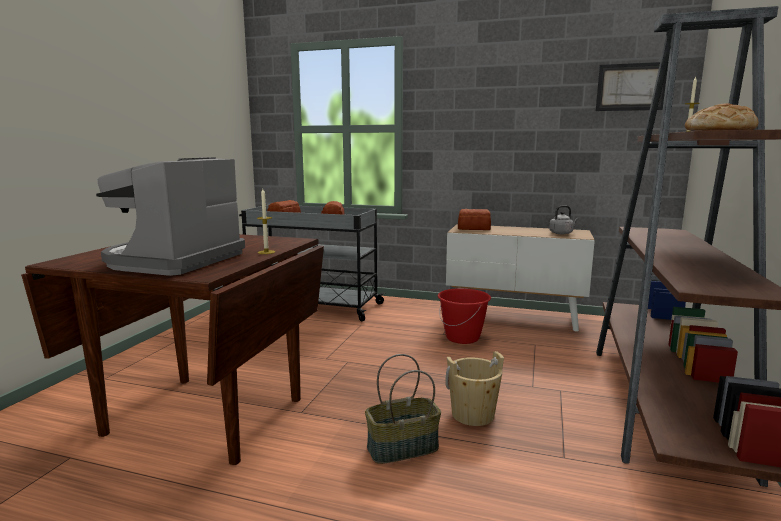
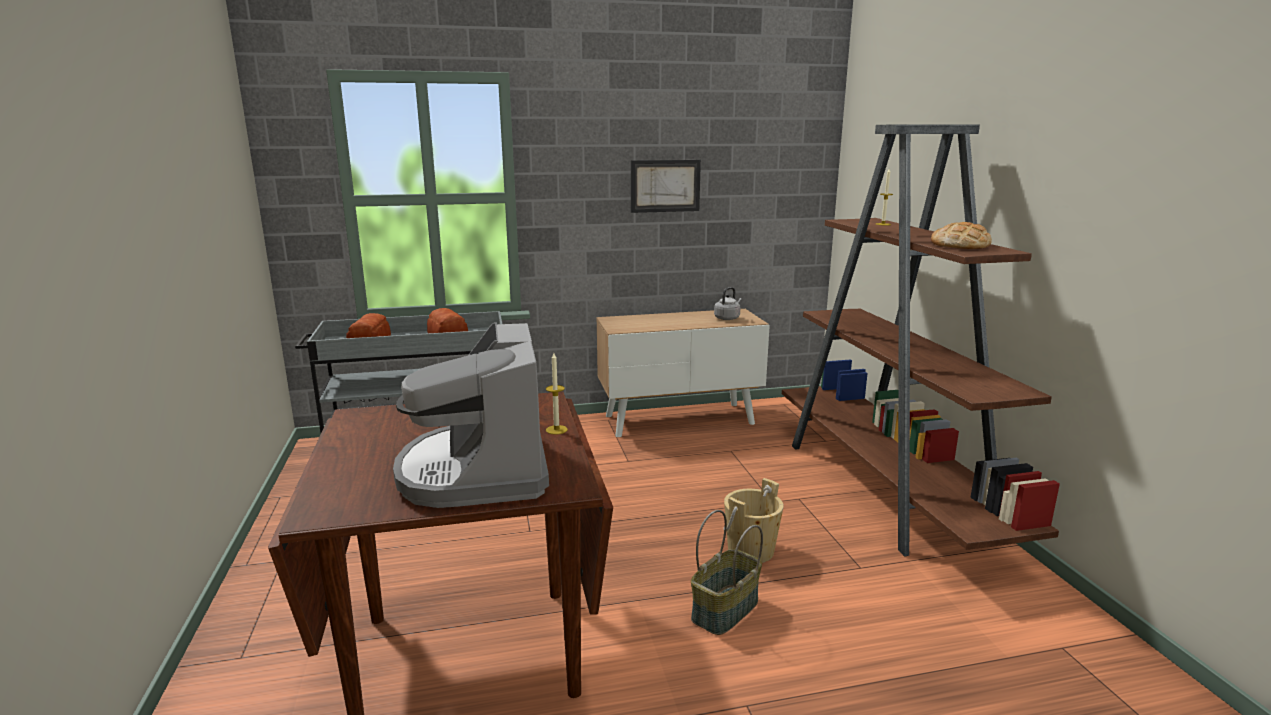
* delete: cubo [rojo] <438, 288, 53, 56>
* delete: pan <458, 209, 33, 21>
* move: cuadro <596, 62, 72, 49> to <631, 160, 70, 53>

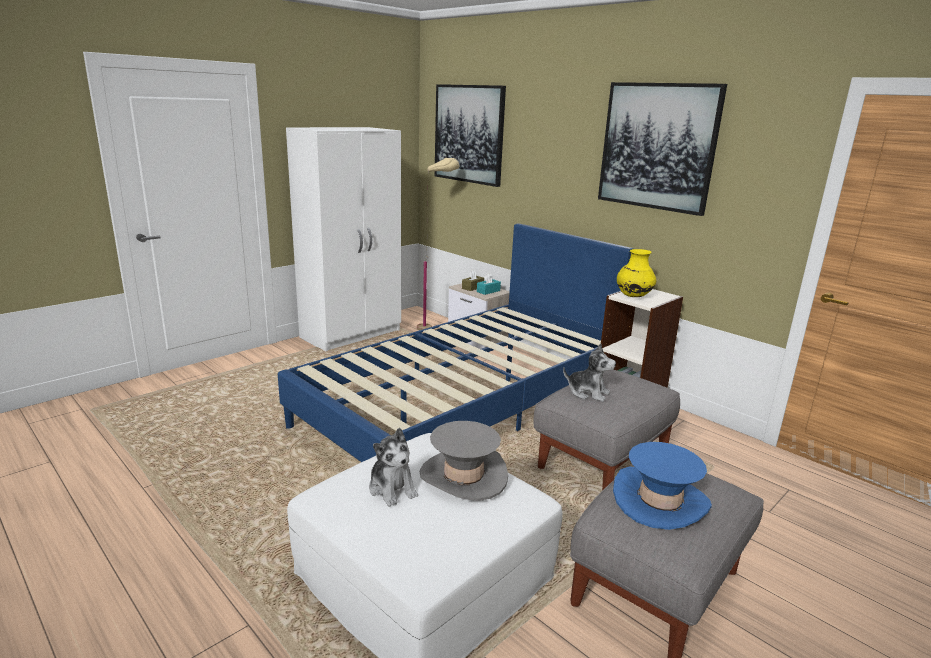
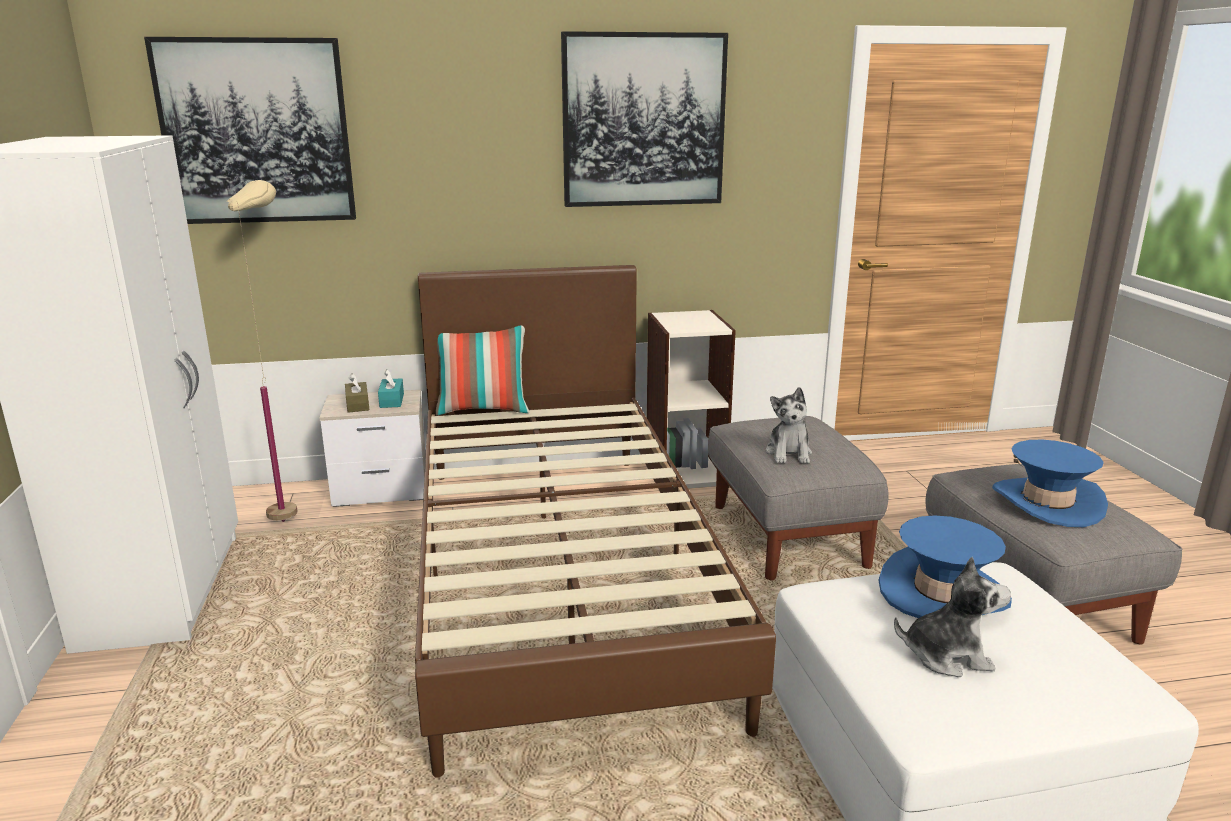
* delete: florero [amarillo] <617, 249, 39, 48>
* insert: cojín <435, 326, 94, 90>
* recolor: cama [azul] <278, 223, 355, 239> to cama [marrón] <415, 265, 361, 513>
* recolor: sombrero [gris] <420, 421, 88, 80> to sombrero [azul] <878, 515, 134, 103>
* rotate: peluche <563, 343, 53, 59> = <766, 387, 46, 77> 120 degrees clockwise

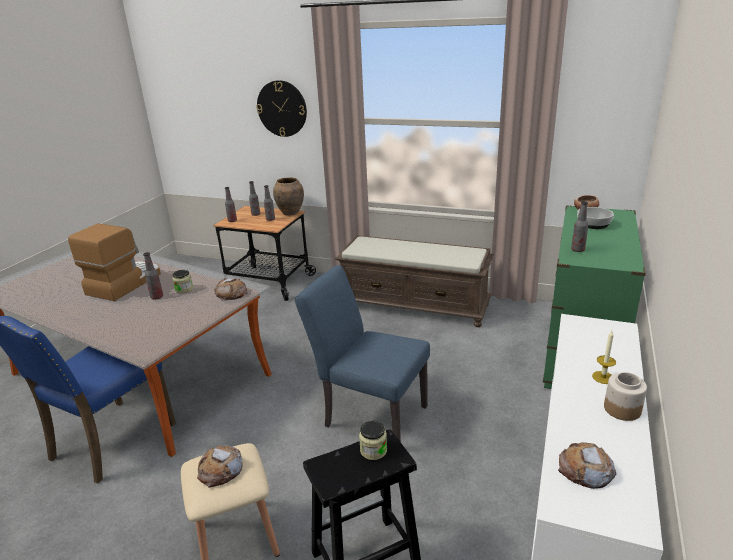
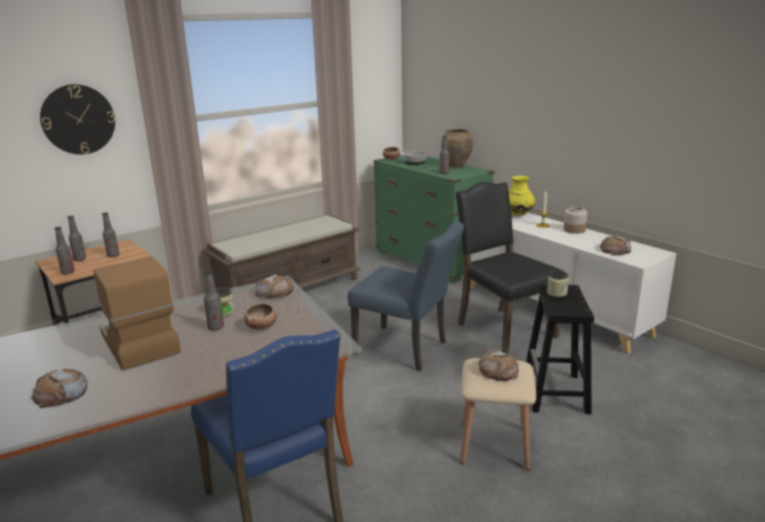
* insert: pan <31, 369, 57, 39>
* insert: cuenco <244, 303, 33, 27>
* insert: silla [negro] <455, 182, 110, 172>
* insert: florero [amarillo] <508, 176, 27, 40>
* move: florero [marrón] <273, 177, 31, 39> to <441, 129, 32, 38>
* rotate: silla [azul] <295, 265, 135, 177> = <348, 221, 116, 150> 120 degrees counterclockwise

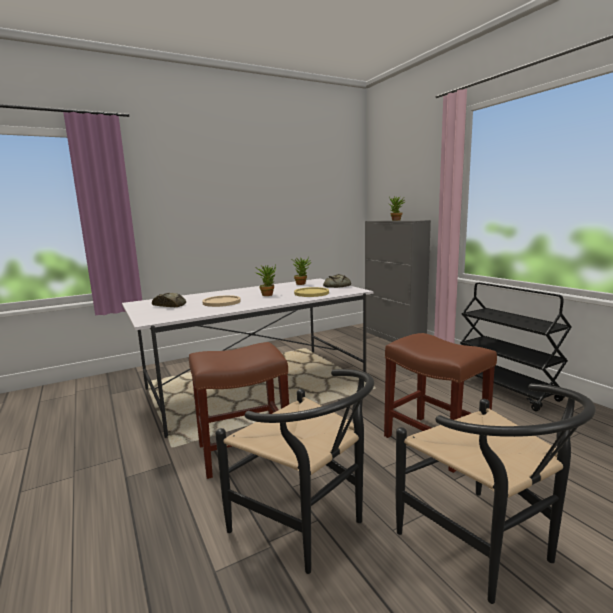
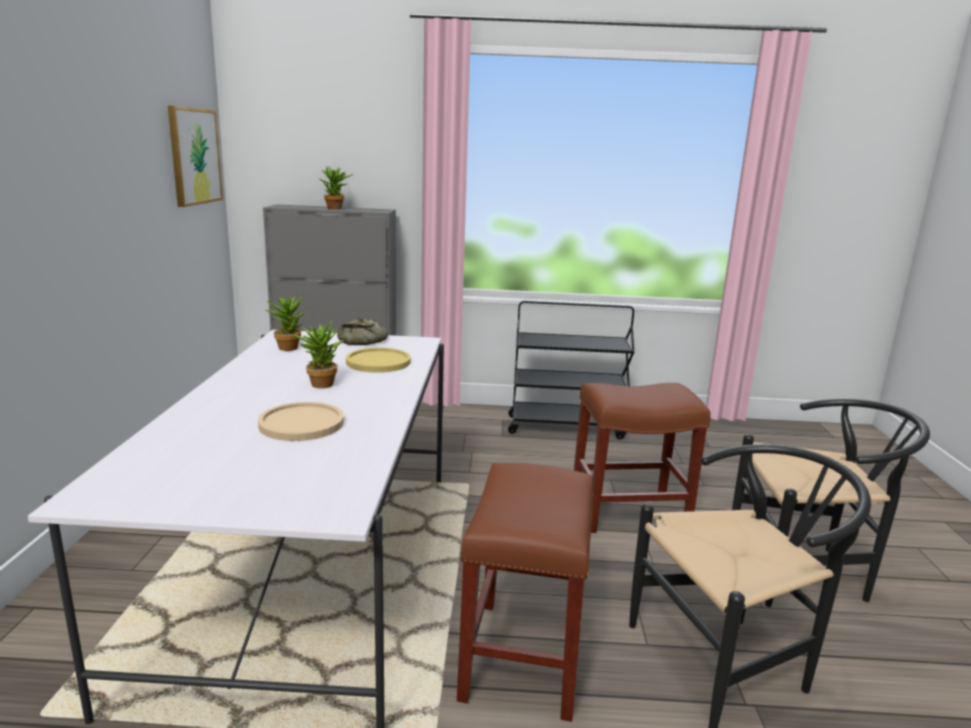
* delete: pan <152, 293, 34, 14>
* insert: cuadro <168, 105, 55, 102>

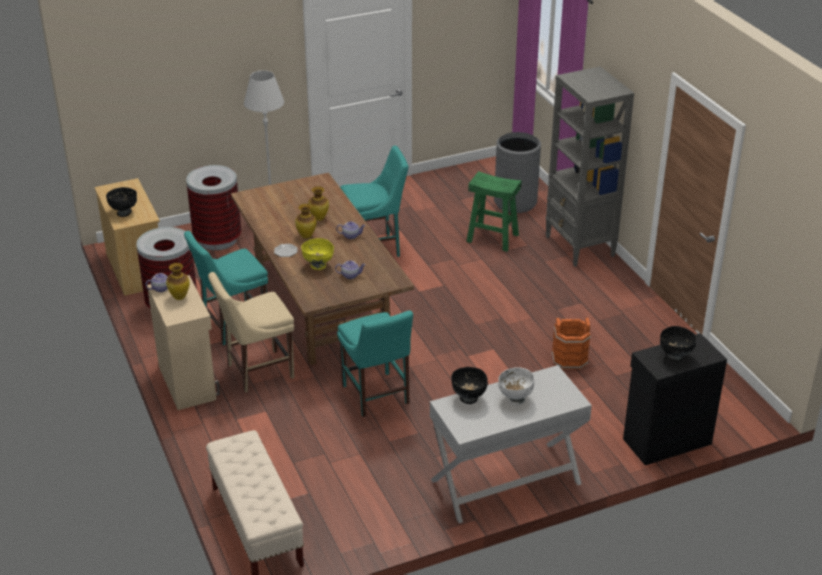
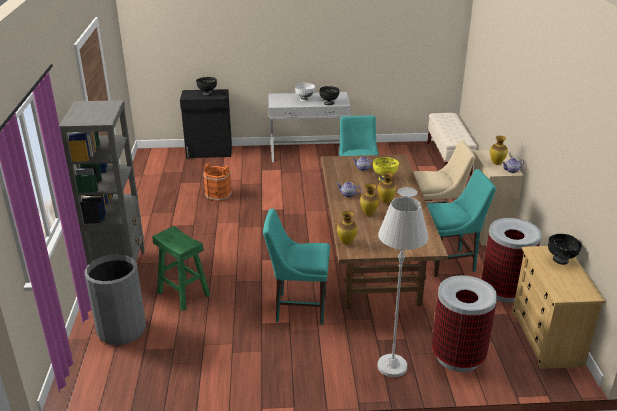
* insert: florero <337, 211, 21, 34>

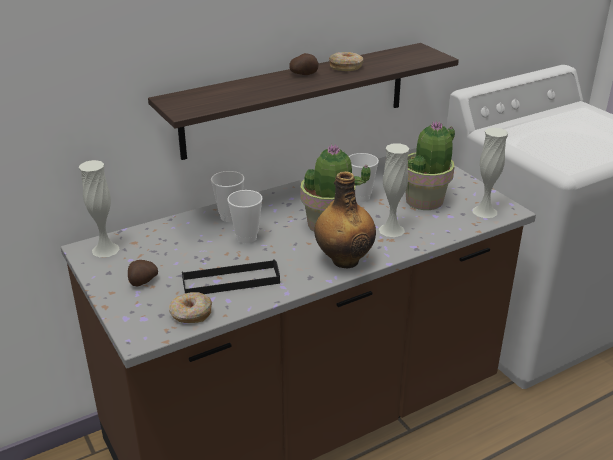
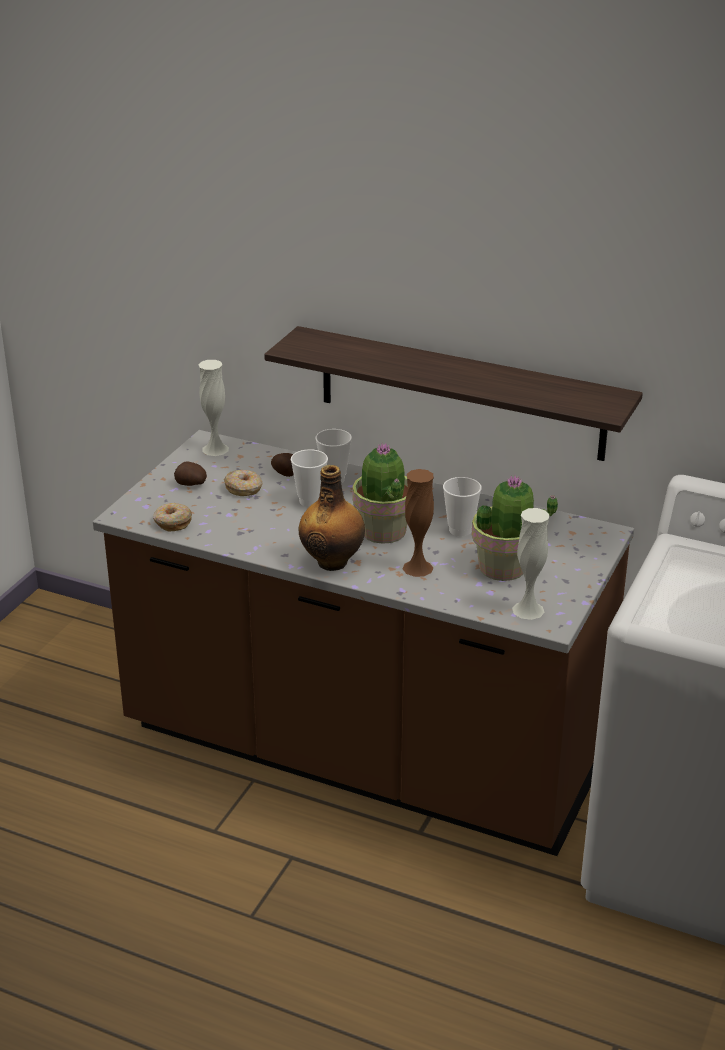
* delete: bandeja [negro] <182, 259, 98, 35>
* move: patata <289, 53, 30, 22> to <271, 453, 23, 24>
* move: rosquilla <329, 52, 34, 19> to <224, 470, 39, 26>
* recolor: florero [blanco] <379, 143, 31, 94> to florero [marrón] <403, 469, 31, 108>

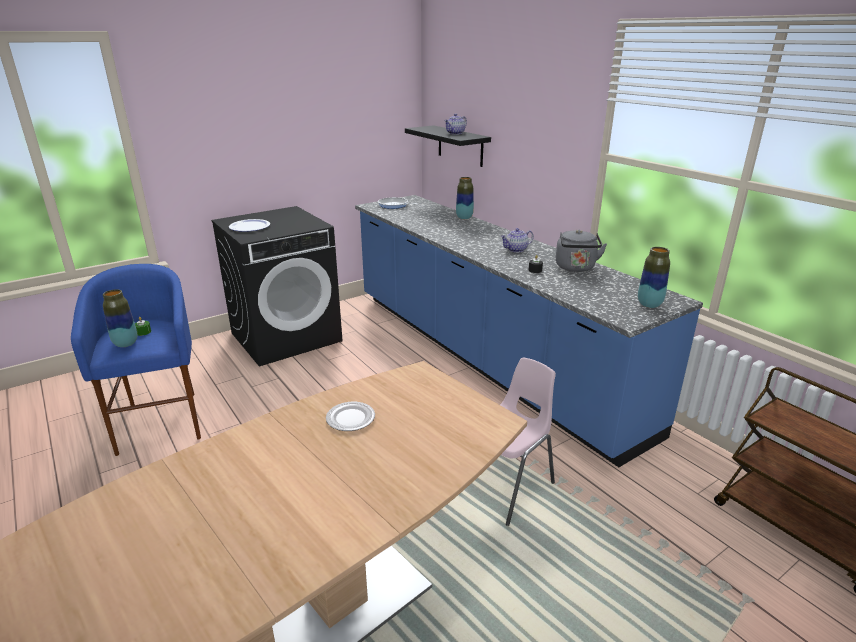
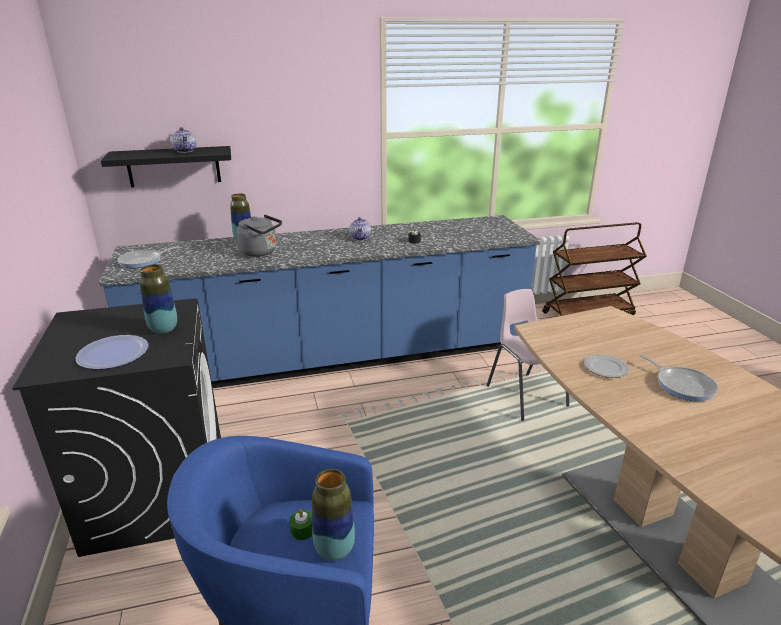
* insert: sartén <640, 355, 78, 46>
* move: hervidor [gris] <556, 230, 51, 42> to <236, 214, 46, 43>
* move: florero <638, 247, 32, 61> to <140, 264, 37, 70>

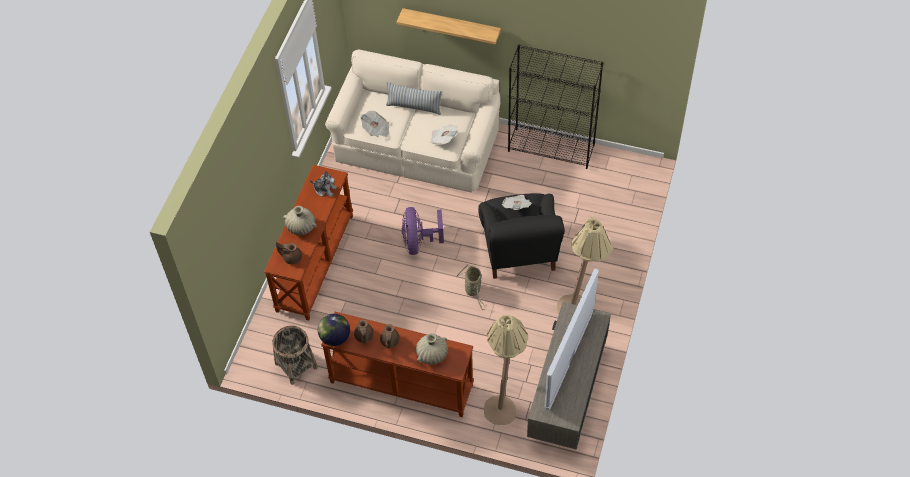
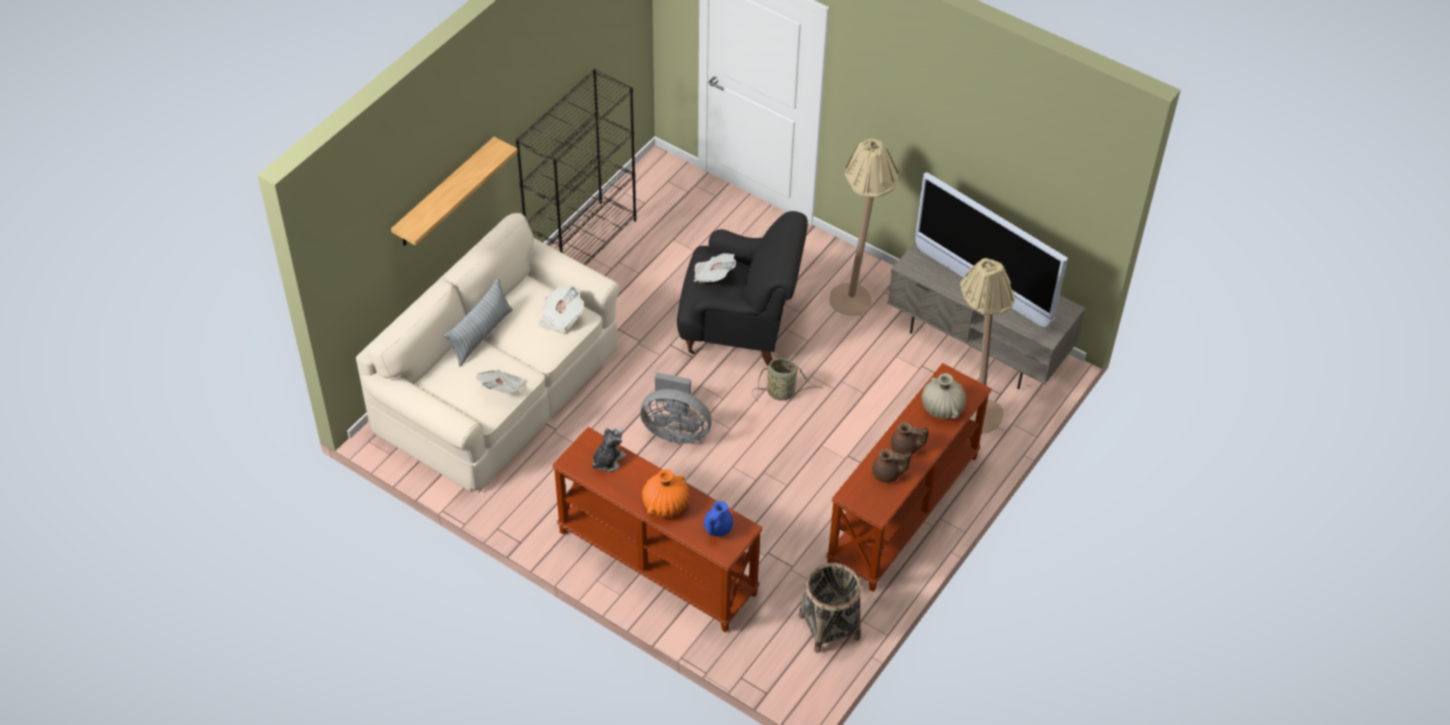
* delete: globo terráqueo <318, 314, 32, 32>
* recolor: tetera [marrón] <276, 242, 26, 23> to tetera [azul] <704, 501, 29, 35>
* recolor: florero [beis] <283, 206, 34, 29> to florero [naranja] <642, 469, 47, 48>
* recolor: ventilador [morado] <402, 207, 42, 48> to ventilador [gris] <640, 372, 72, 72>

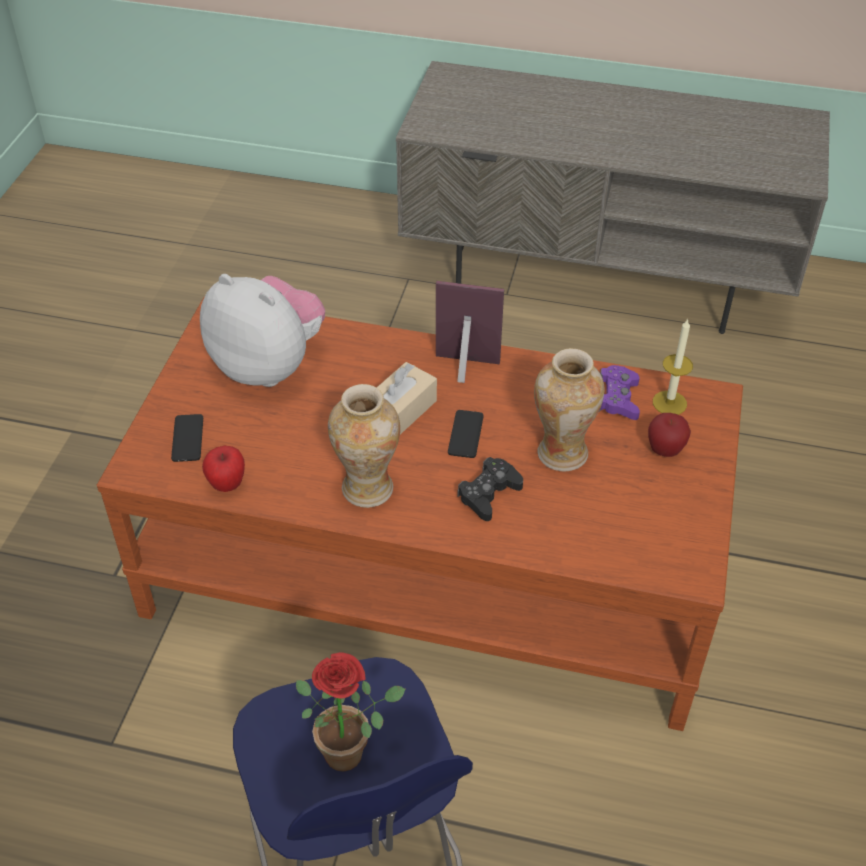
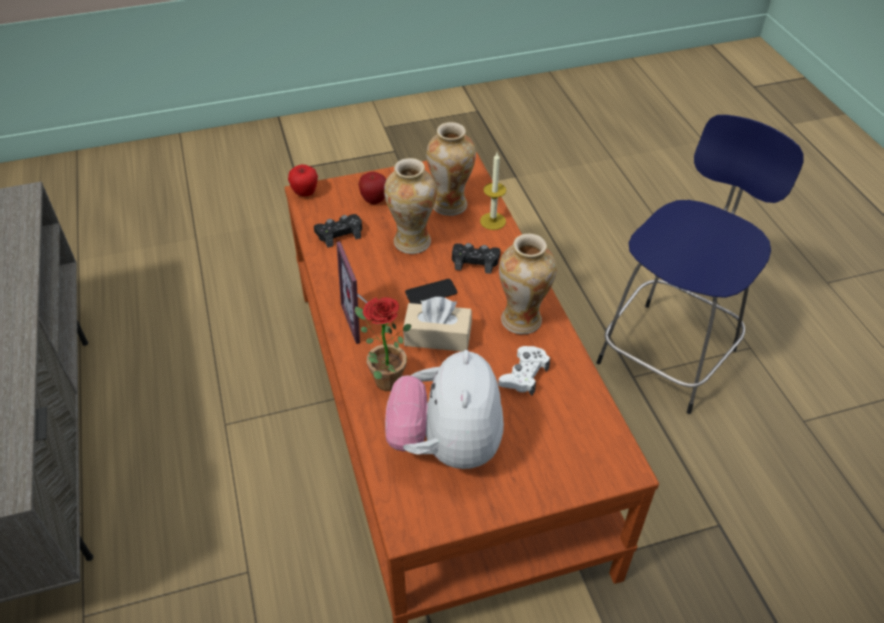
* delete: móvil <171, 414, 32, 48>
* insert: florero <426, 122, 50, 94>
* insert: mando de consola [blanco] <498, 346, 52, 49>
* move: manzana <202, 446, 43, 46> to <288, 165, 30, 32>
* move: planta en maceta <296, 652, 109, 120> to <355, 297, 57, 94>
* move: vela <653, 318, 40, 97> to <480, 153, 26, 77>
* recolor: mando de consola [morado] <599, 365, 41, 55> to mando de consola [negro] <314, 214, 48, 34>

